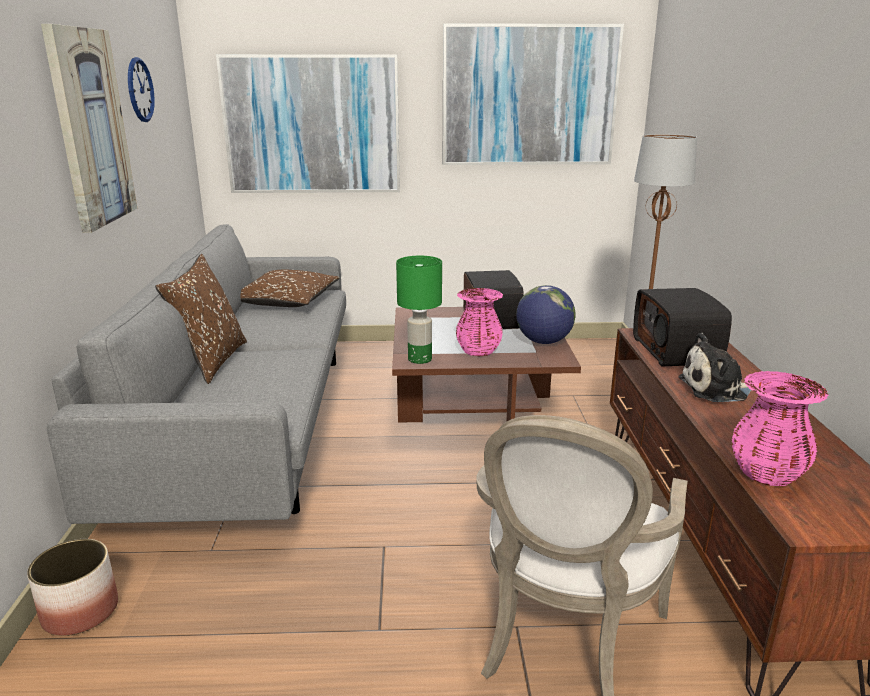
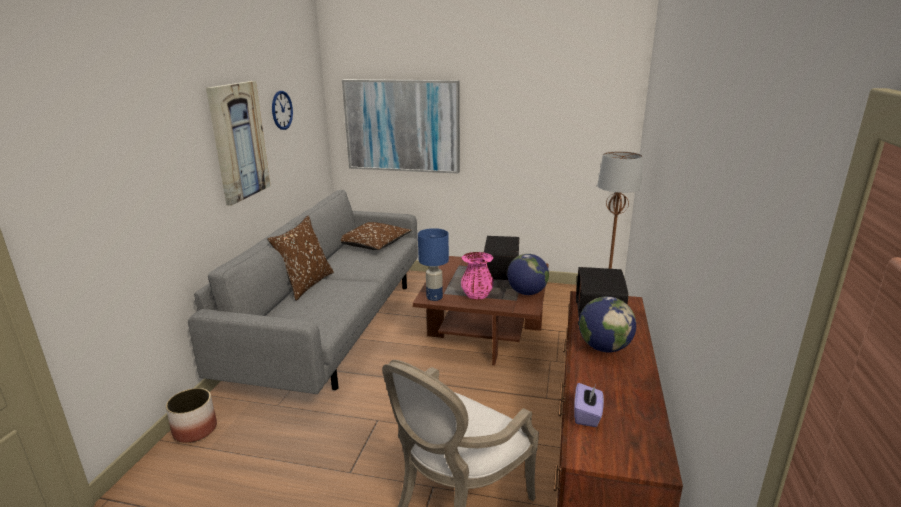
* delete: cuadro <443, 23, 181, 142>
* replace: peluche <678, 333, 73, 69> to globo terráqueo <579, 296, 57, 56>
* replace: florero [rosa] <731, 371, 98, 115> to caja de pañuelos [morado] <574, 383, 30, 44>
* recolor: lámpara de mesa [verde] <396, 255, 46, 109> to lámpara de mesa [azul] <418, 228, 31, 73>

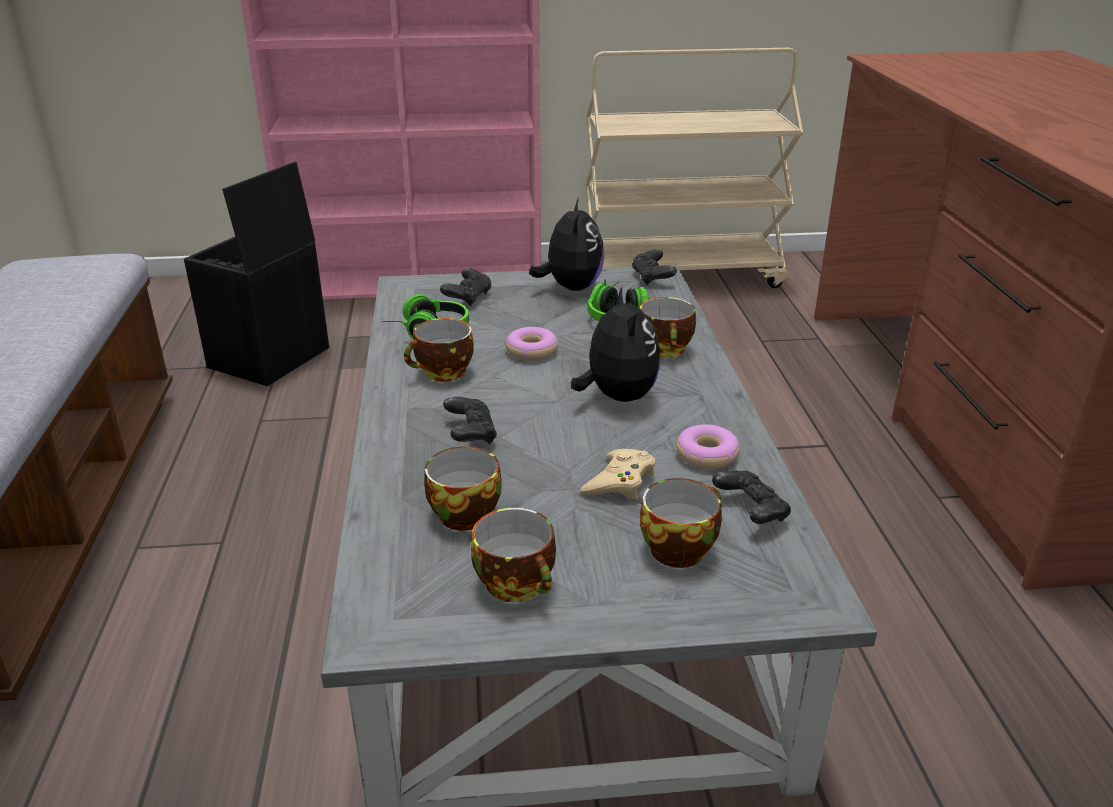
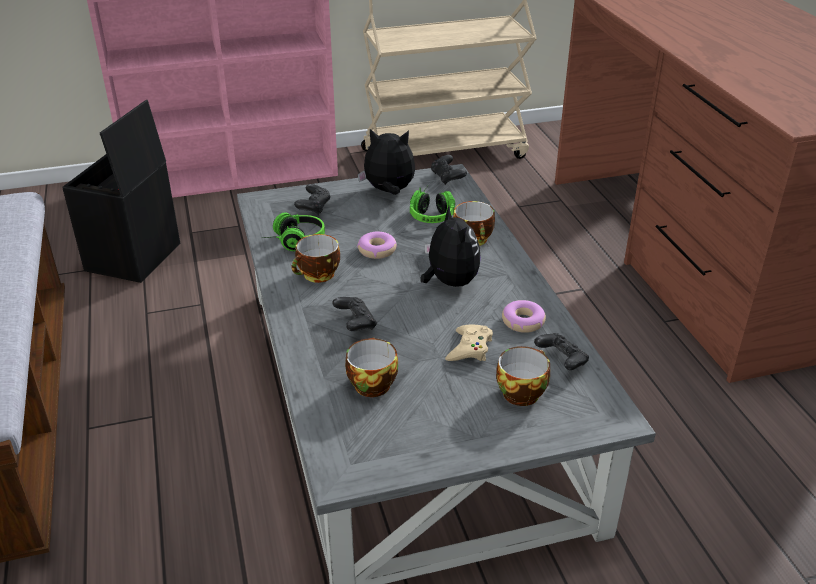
* delete: taza <471, 508, 85, 94>
* rotate: peluche <529, 198, 76, 93> = <357, 129, 58, 66> 75 degrees counterclockwise

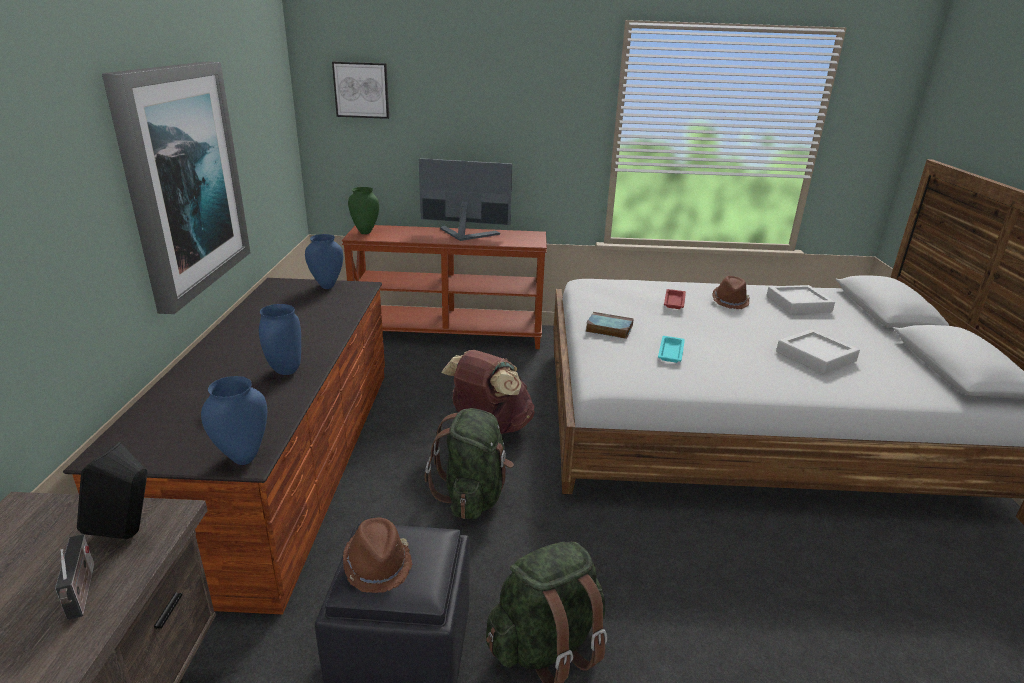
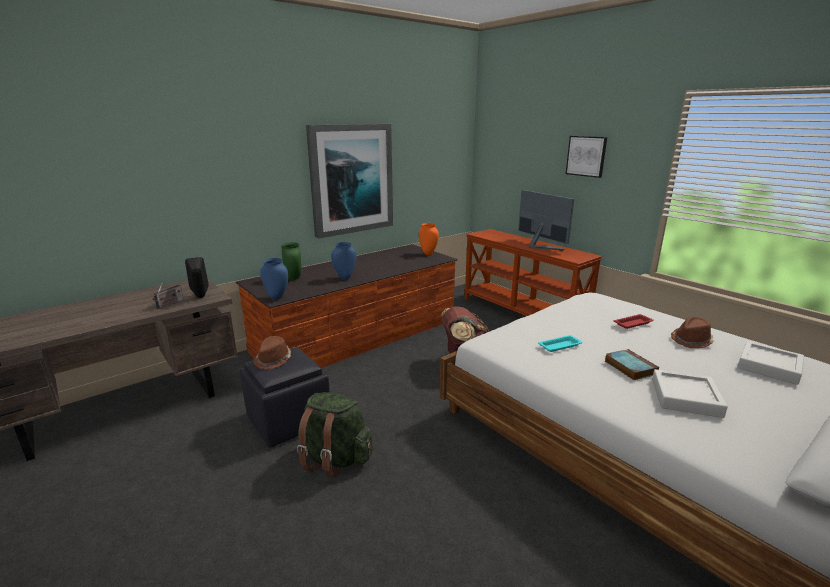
* delete: mochila [verde] <424, 408, 90, 111>
* move: cuadro <332, 61, 57, 58> to <566, 136, 41, 42>
* move: florero [verde] <348, 187, 31, 47> to <281, 242, 21, 38>
* move: libro <585, 312, 49, 27> to <605, 349, 54, 31>
* recolor: florero [azul] <305, 234, 38, 55> to florero [naranja] <419, 223, 20, 32>

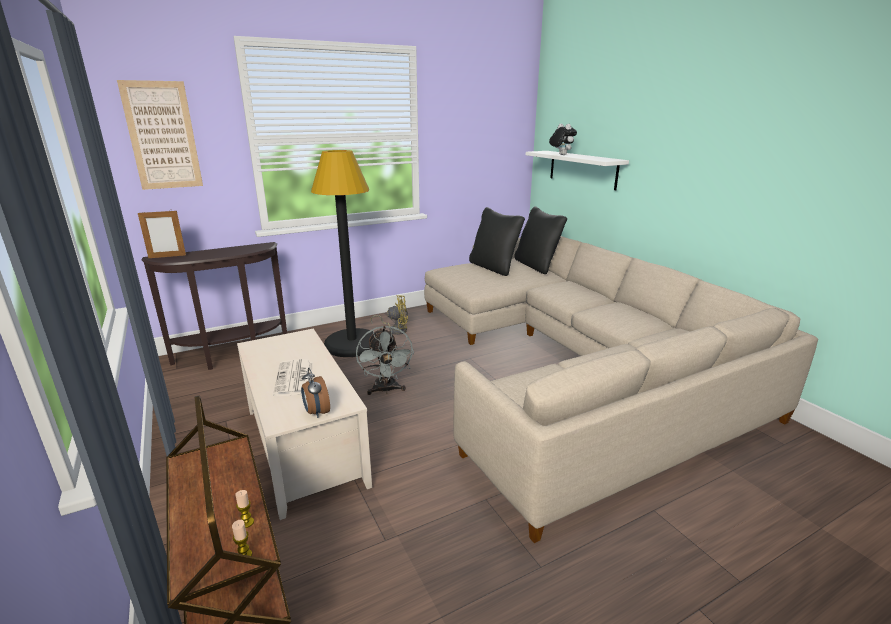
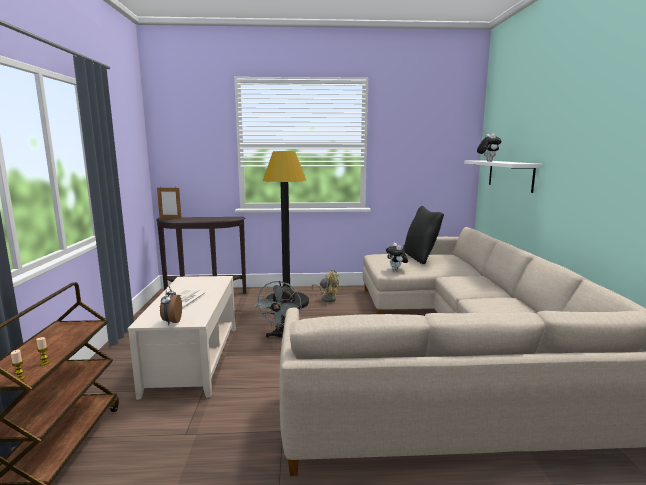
* delete: cuadro <117, 80, 86, 110>
* delete: cojín [negro] <515, 206, 52, 68>
* insert: peluche <386, 243, 22, 28>

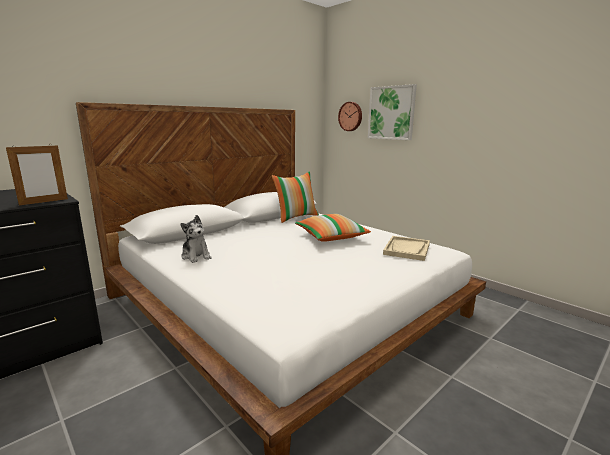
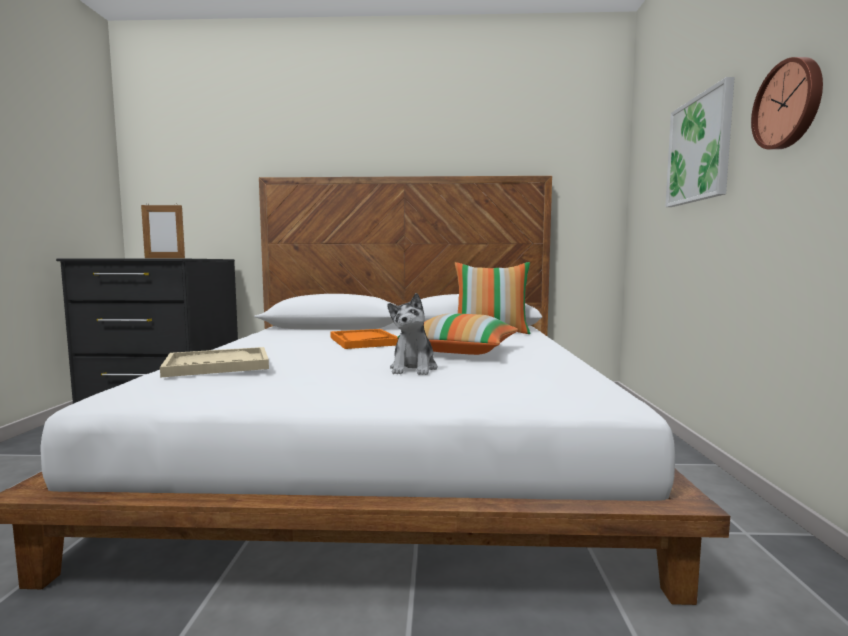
* insert: bandeja [naranja] <331, 329, 67, 20>
* move: peluche <180, 215, 32, 48> to <387, 293, 51, 82>
* move: reloj de pared <338, 102, 24, 29> to <751, 57, 72, 92>
* move: bandeja [beis] <383, 236, 47, 25> to <160, 347, 109, 30>

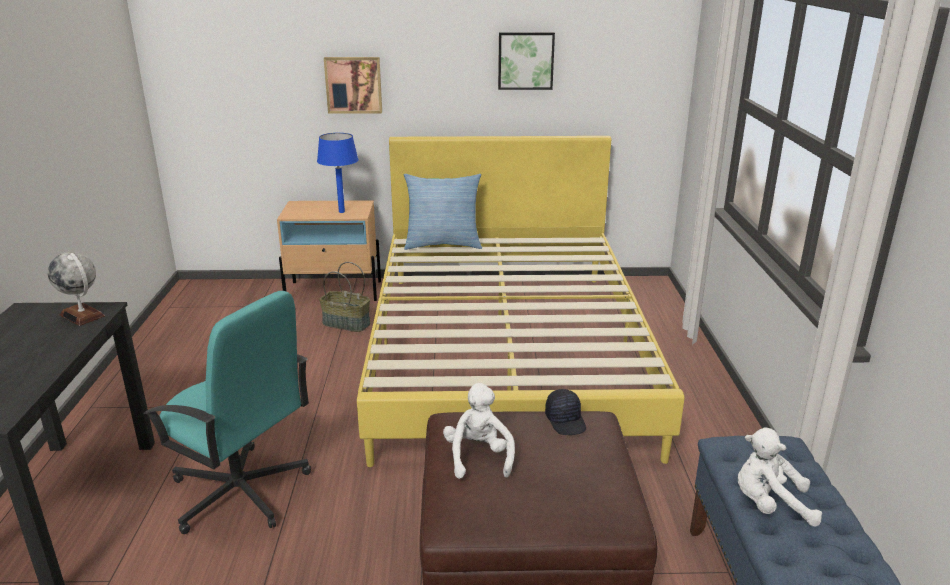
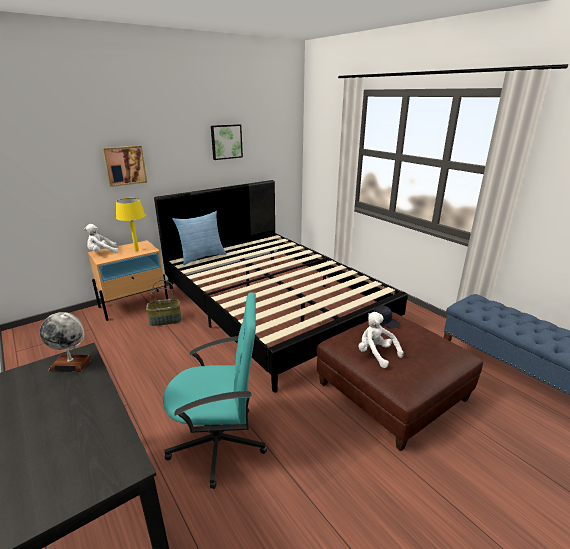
* move: peluche [blanco] <738, 428, 84, 99> to <84, 224, 35, 29>
* recolor: lámpara de mesa [azul] <317, 133, 41, 80> to lámpara de mesa [amarillo] <116, 198, 29, 53>
* recolor: cama [amarillo] <357, 136, 327, 331> to cama [negro] <154, 180, 254, 213>

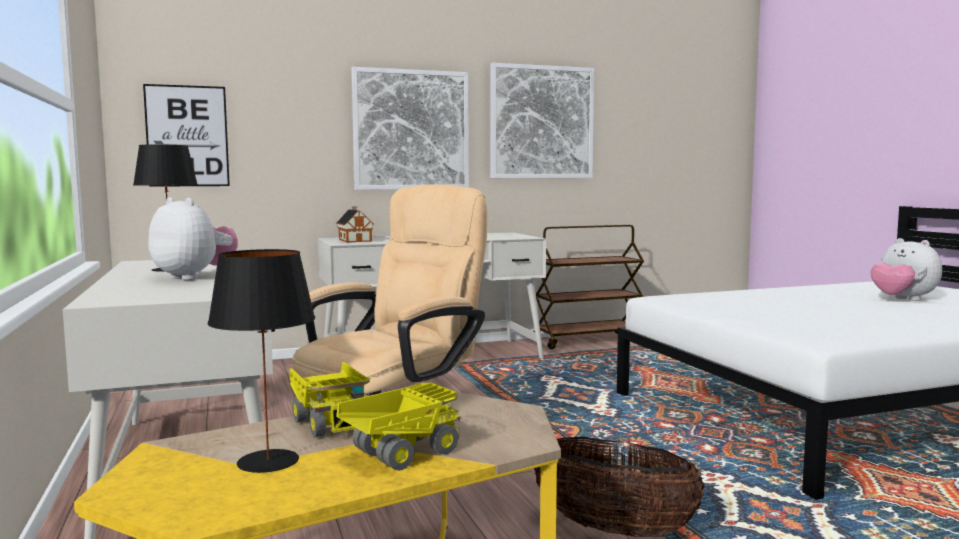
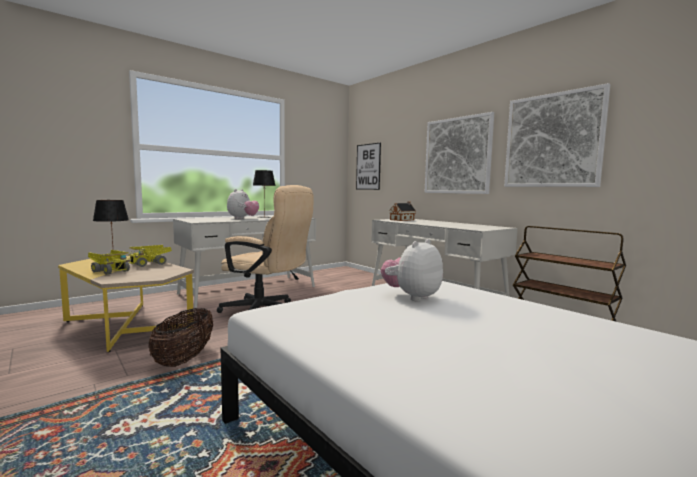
* move: peluche <871, 238, 71, 63> to <381, 239, 62, 62>

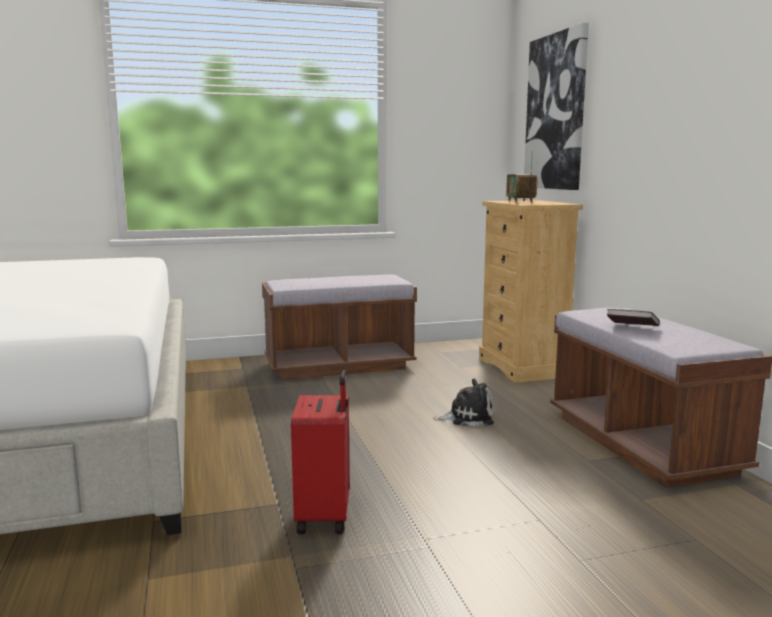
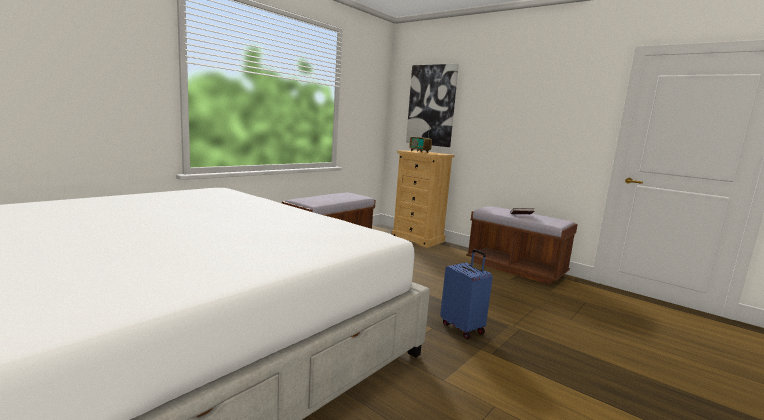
* delete: peluche <433, 379, 61, 48>
* recolor: maleta [rojo] <291, 370, 59, 164> to maleta [azul] <440, 249, 53, 90>

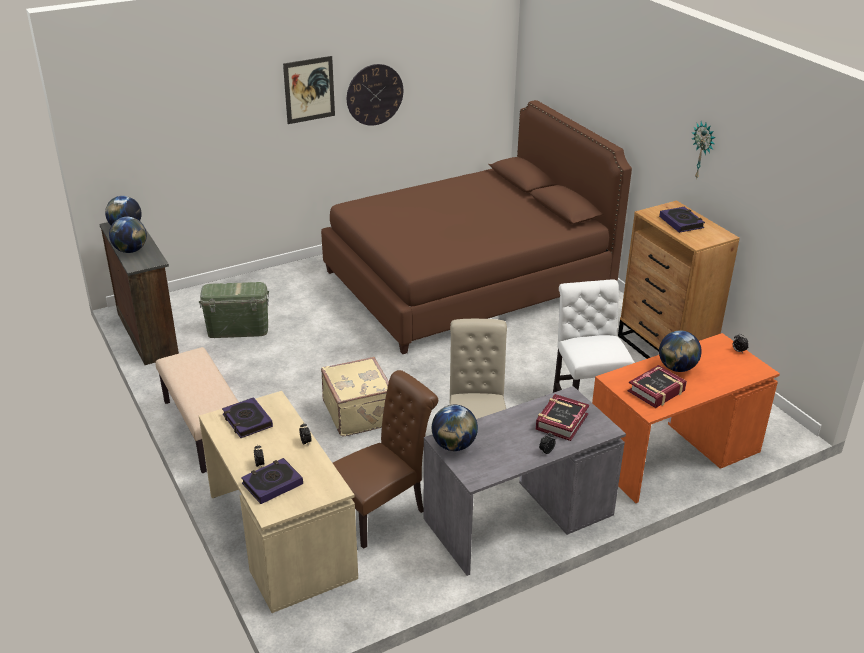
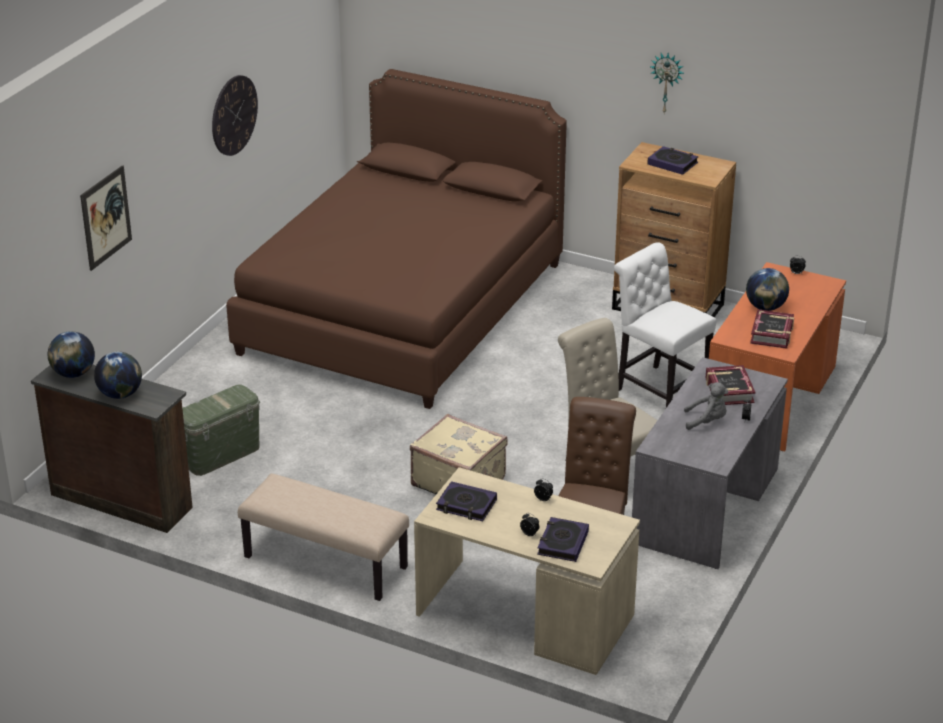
* delete: globo terráqueo <432, 405, 46, 46>
* insert: peluche [gris] <684, 382, 44, 48>
* move: cuadro <283, 56, 52, 68> to <80, 165, 52, 106>

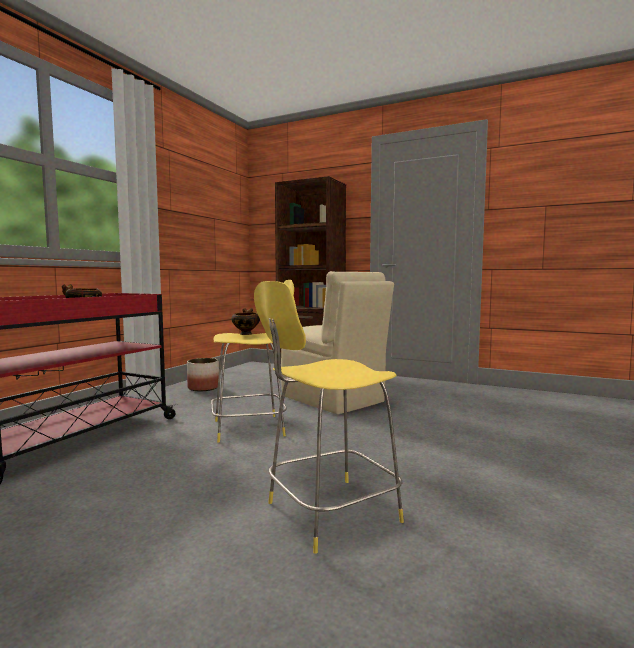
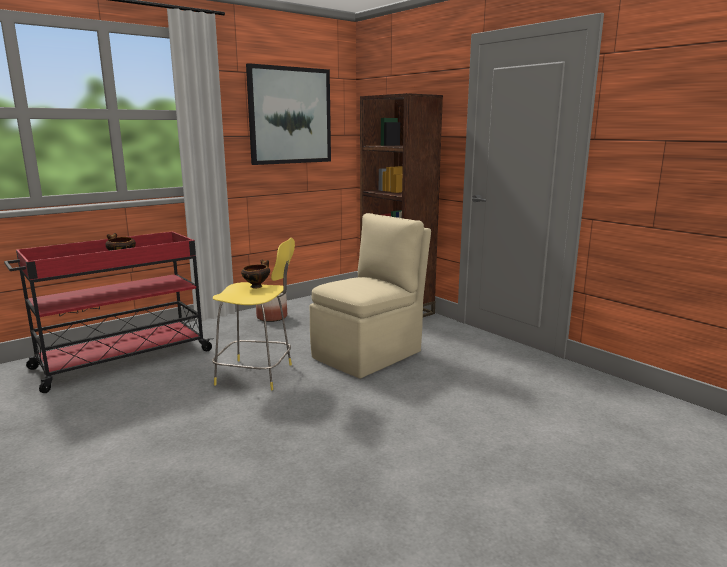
* delete: taburete [amarillo] <254, 281, 150, 273>
* insert: cuadro <246, 63, 85, 102>
* rotate: silla [beis] <281, 271, 113, 144> = <310, 213, 121, 165> 120 degrees counterclockwise

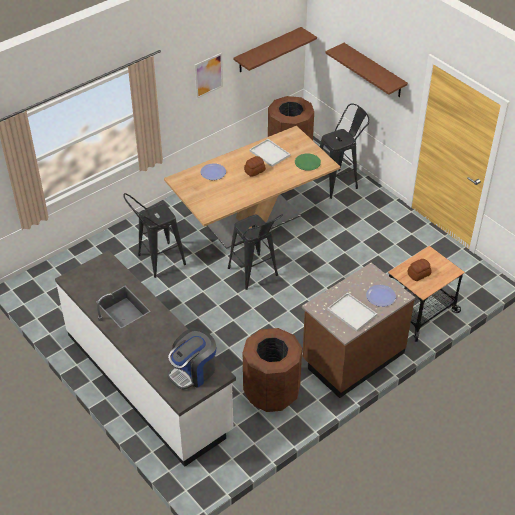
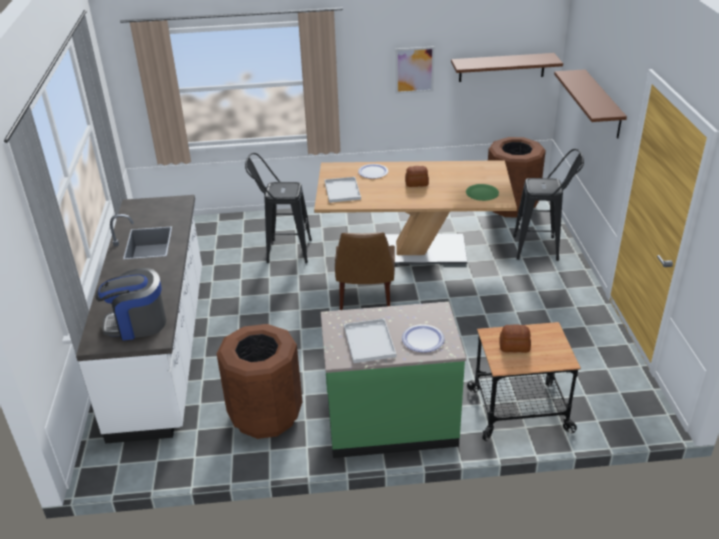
* move: bandeja [blanco] <249, 139, 41, 28> to <325, 177, 36, 26>
* replace: taburete [negro] <228, 214, 55, 76> to silla [marrón] <335, 232, 60, 78>
* recolor: mueble bajo de cocina [marrón] <302, 263, 113, 135> to mueble bajo de cocina [verde] <320, 302, 146, 156>

